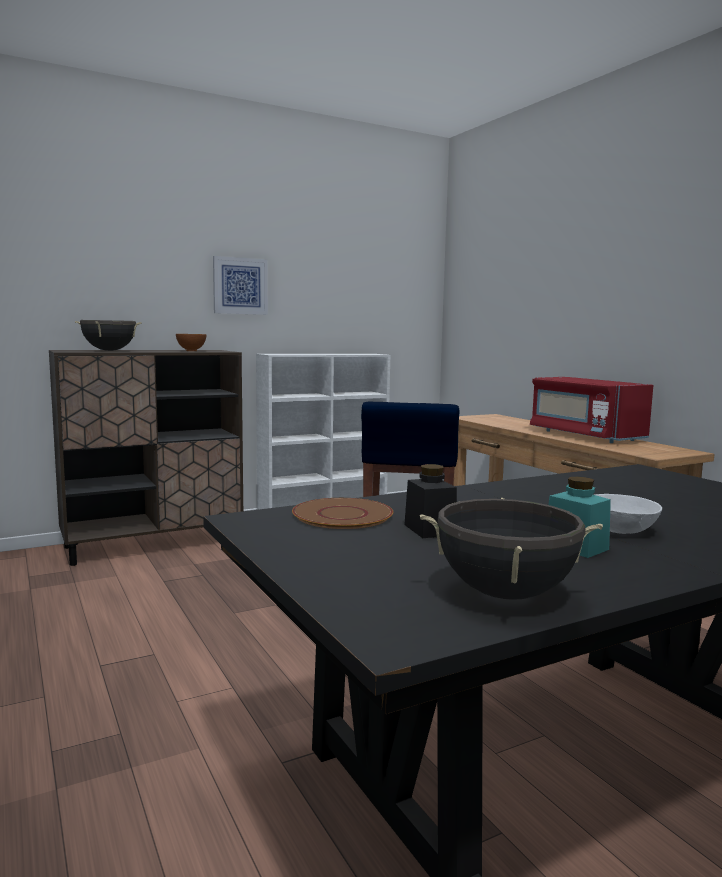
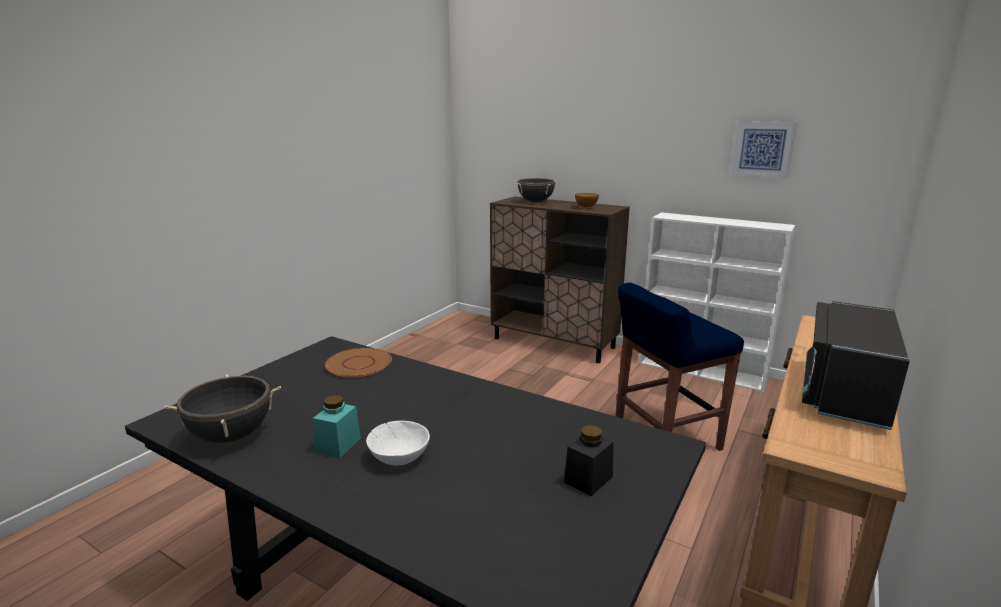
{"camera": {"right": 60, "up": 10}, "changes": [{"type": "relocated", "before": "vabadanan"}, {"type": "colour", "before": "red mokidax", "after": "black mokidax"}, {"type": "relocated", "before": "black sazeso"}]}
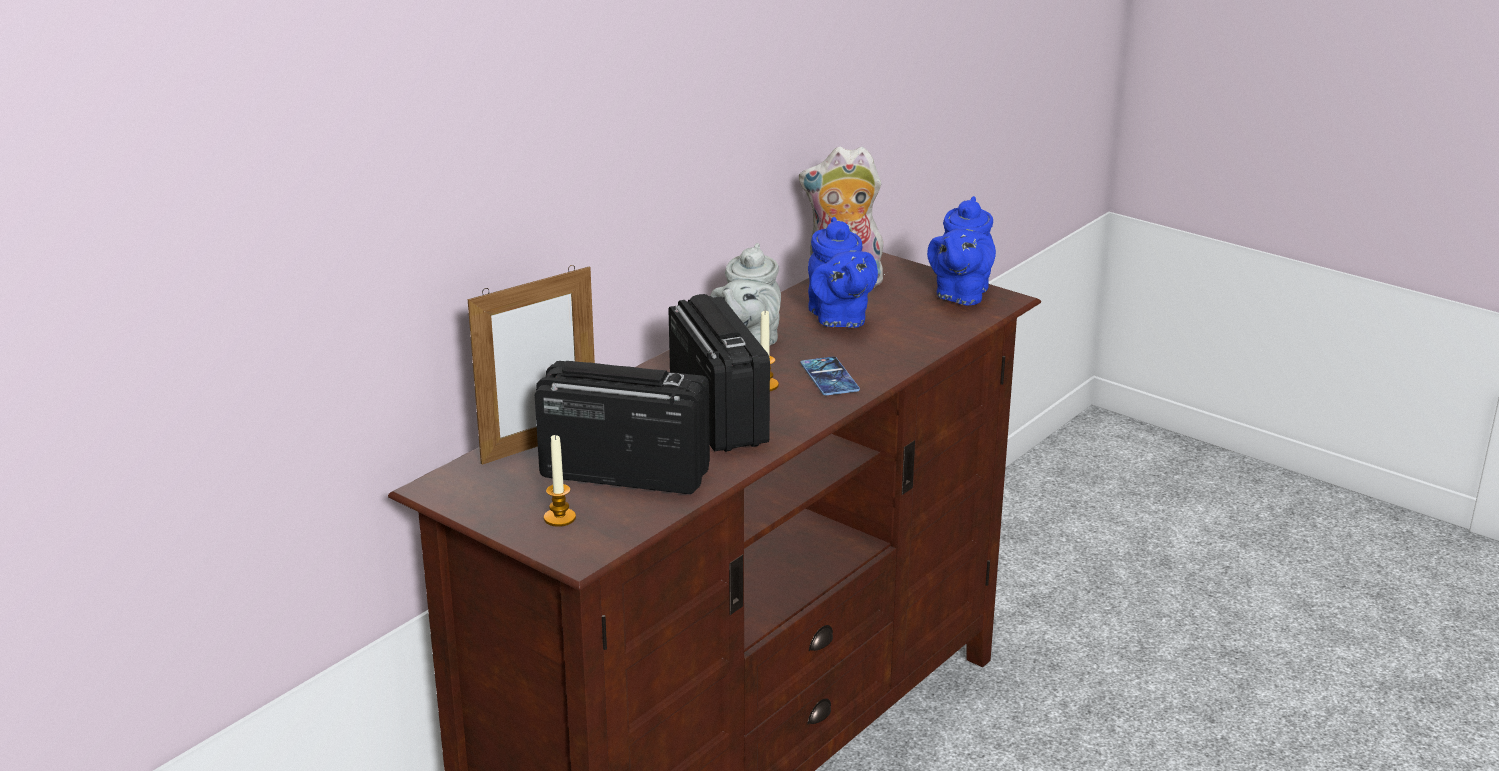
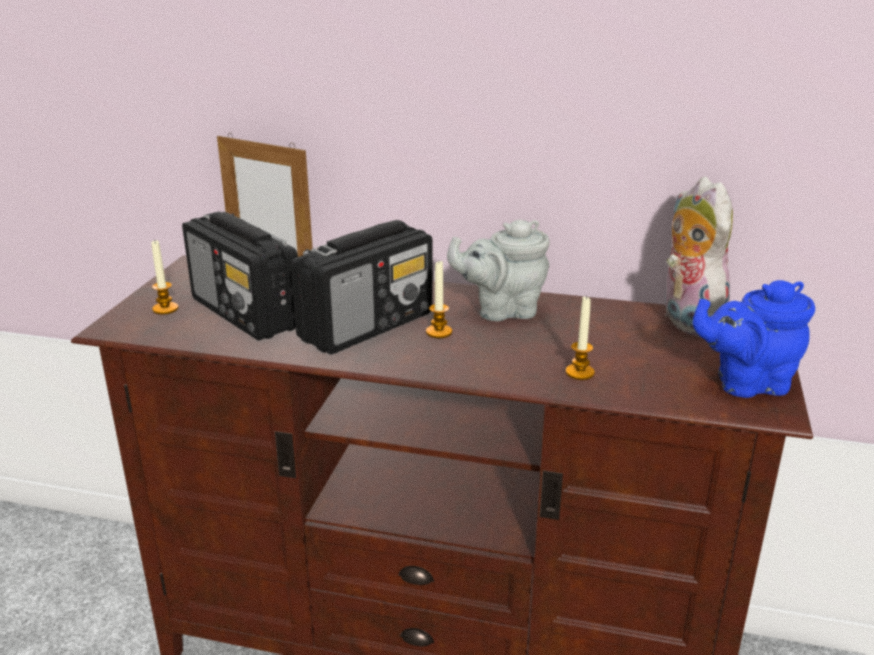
{"camera": {"right": 65, "up": 0}, "changes": [{"type": "missing", "before": "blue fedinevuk (no. 1 from left)"}, {"type": "missing", "before": "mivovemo"}, {"type": "spun", "before": "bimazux (no. 1 from left)", "turn": 150}, {"type": "appeared", "after": "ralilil (no. 3 from left)"}]}
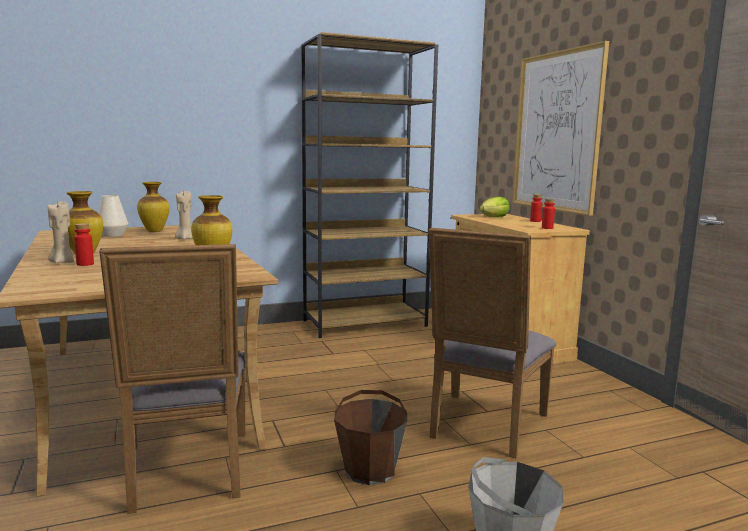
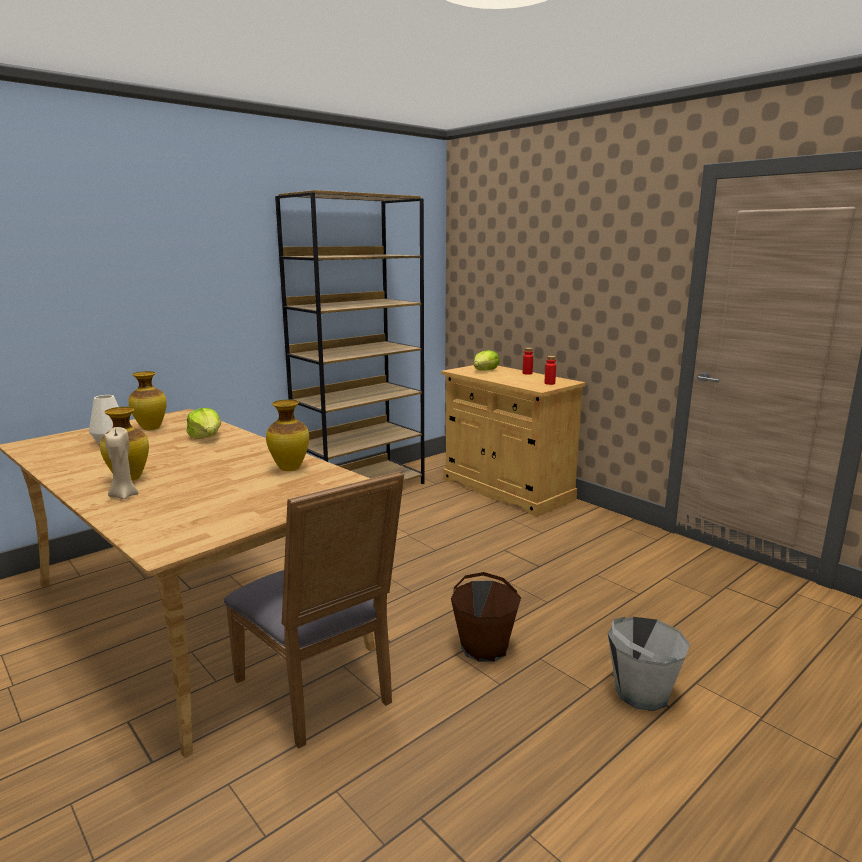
{"camera": {"right": -20, "up": 5}, "changes": [{"type": "missing", "before": "vabadanan"}, {"type": "exchanged", "before": "beige ralilil (no. 2 from left)", "after": "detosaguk (no. 1 from left)"}, {"type": "missing", "before": "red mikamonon (no. 1 from left)"}, {"type": "missing", "before": "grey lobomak (no. 2 from left)"}]}
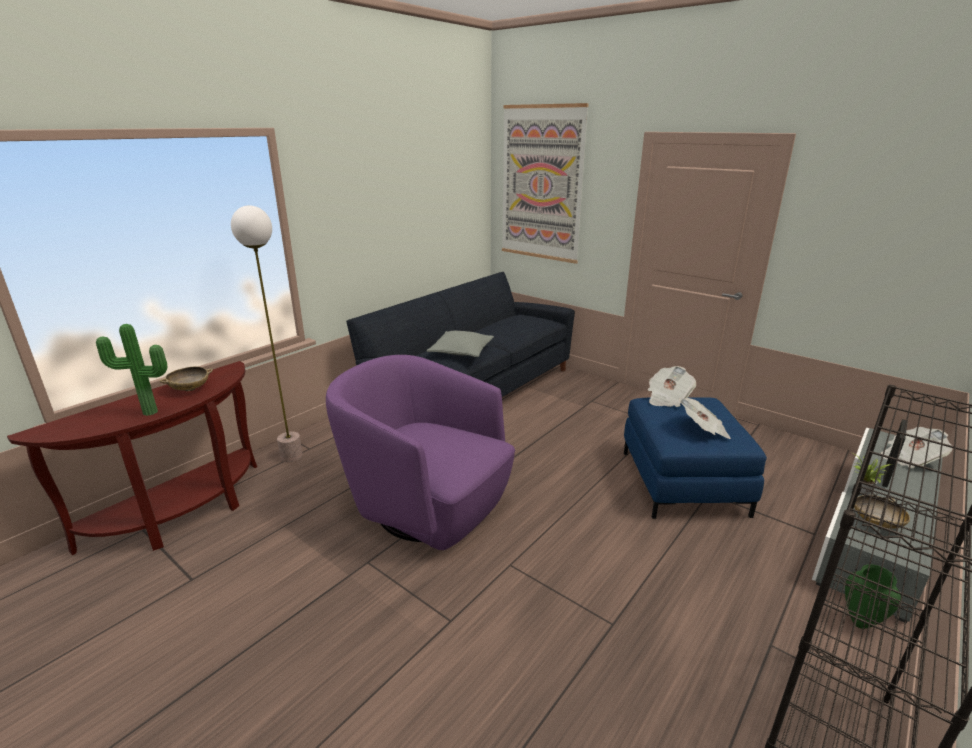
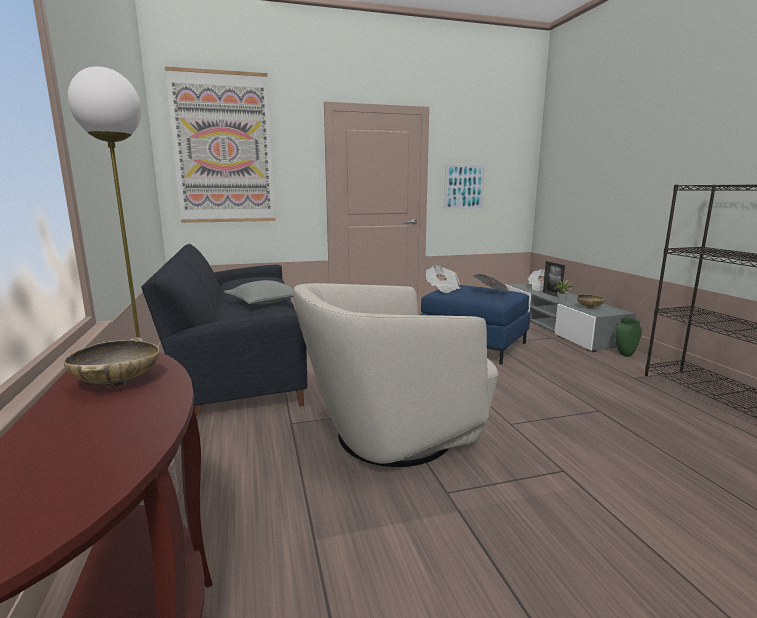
{"camera": {"right": -55, "up": -10}, "changes": [{"type": "missing", "before": "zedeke (no. 1 from left)"}, {"type": "colour", "before": "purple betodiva", "after": "beige betodiva"}, {"type": "appeared", "after": "vabadanan (no. 2 from left)"}]}
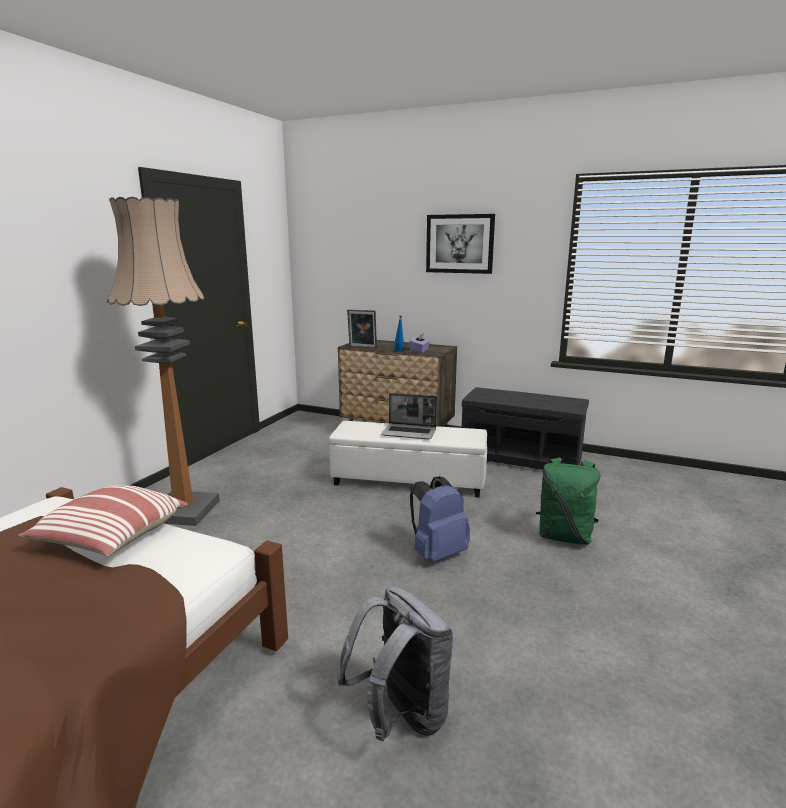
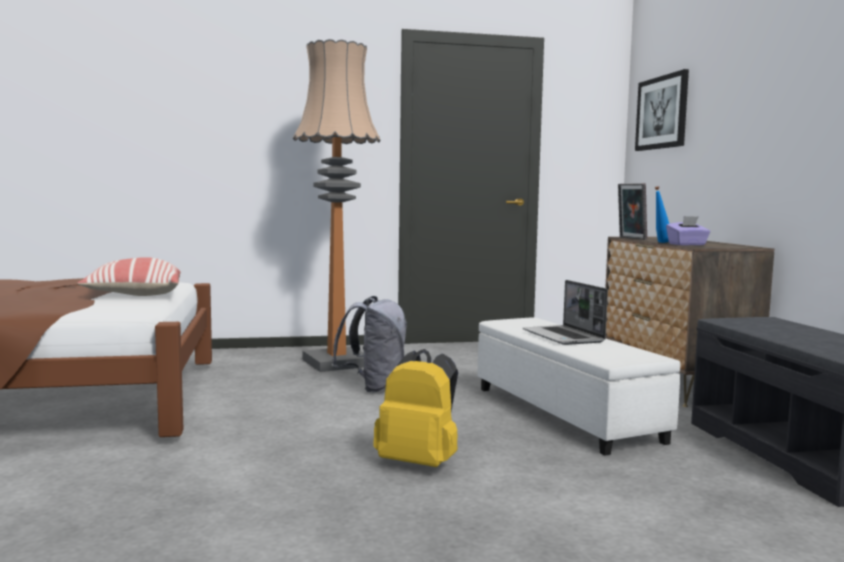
{"camera": {"right": 55, "up": -10}, "changes": [{"type": "relocated", "before": "vabadanan"}, {"type": "missing", "before": "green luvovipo"}, {"type": "colour", "before": "blue luvovipo", "after": "yellow luvovipo"}, {"type": "relocated", "before": "grey luvovipo"}]}
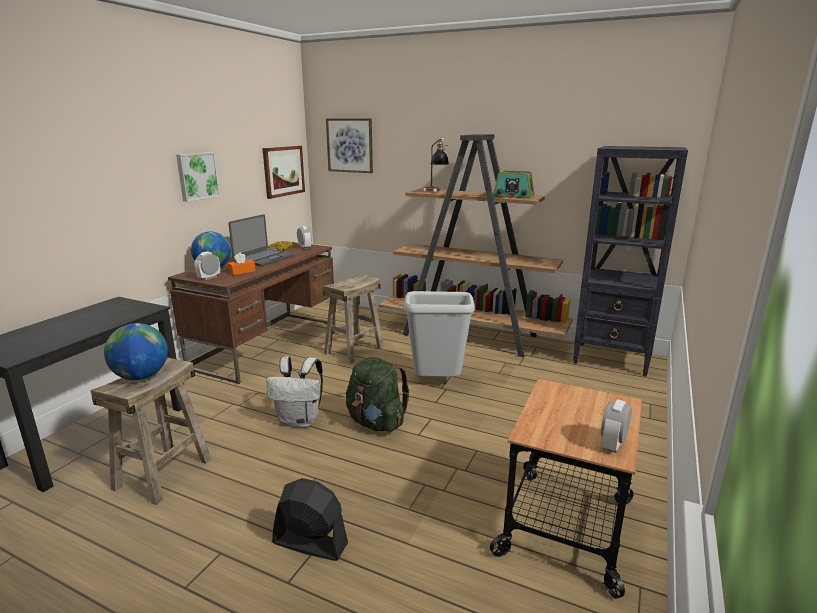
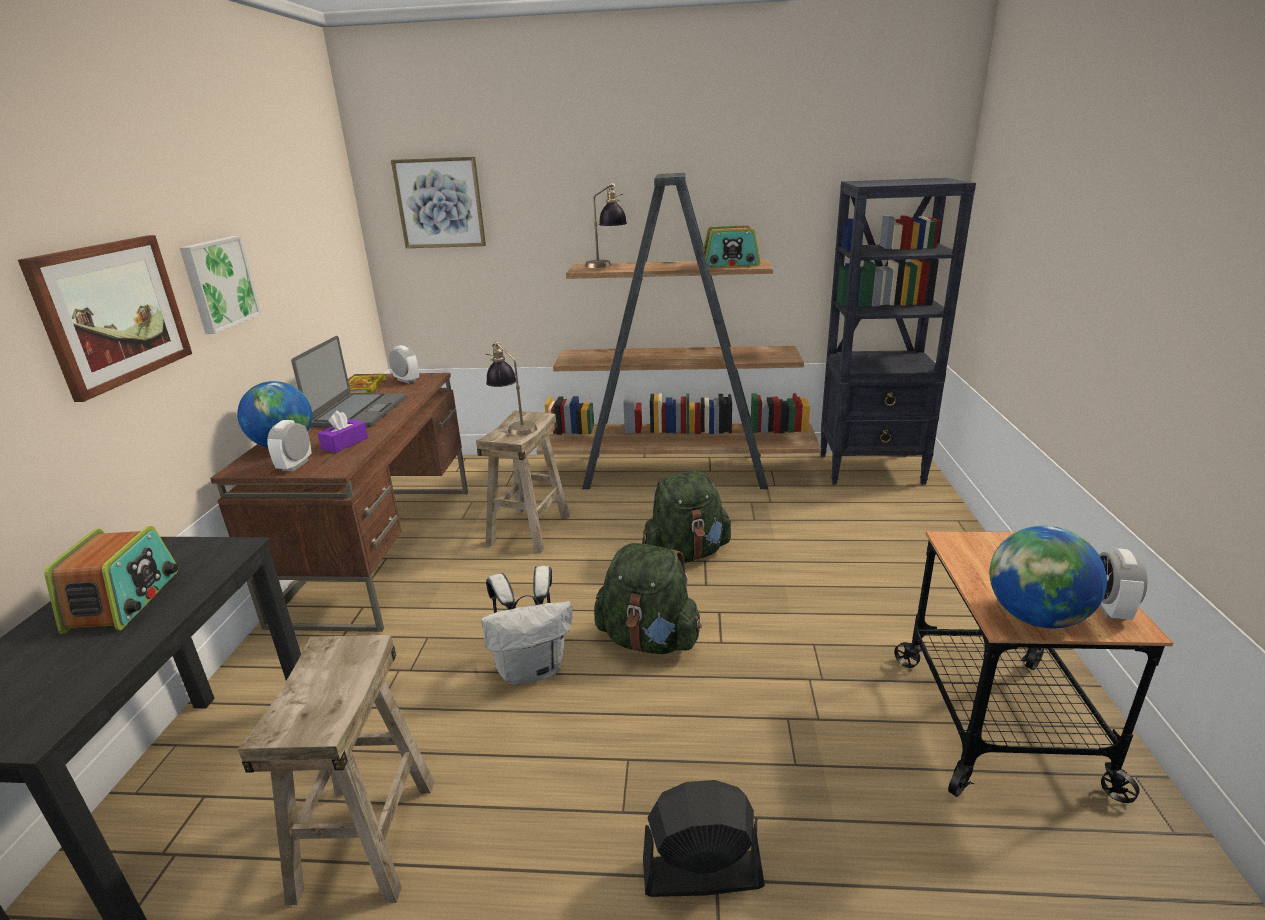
{"camera": {"right": -20, "up": 5}, "changes": [{"type": "relocated", "before": "vabadanan (no. 2 from left in the first image)", "after": "vabadanan (no. 1 from left)"}, {"type": "colour", "before": "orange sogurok", "after": "purple sogurok"}, {"type": "exchanged", "before": "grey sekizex", "after": "green luvovipo (no. 2 from left)"}, {"type": "relocated", "before": "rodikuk (no. 1 from left in the first image)", "after": "rodikuk (no. 2 from left)"}, {"type": "appeared", "after": "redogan (no. 1 from left)"}, {"type": "appeared", "after": "bimazux (no. 1 from left)"}]}
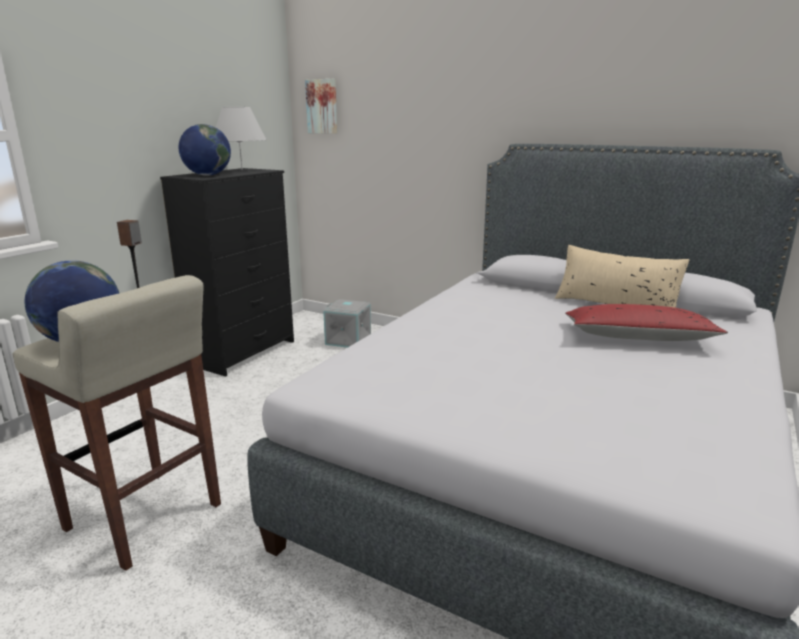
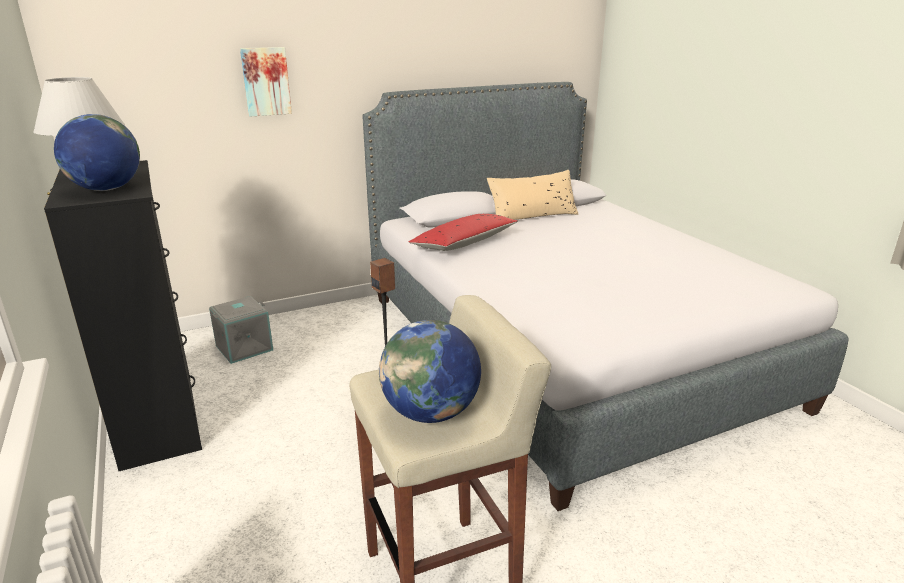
{"camera": {"right": -55, "up": 5}, "changes": [{"type": "relocated", "before": "vabadanan"}, {"type": "relocated", "before": "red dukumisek"}]}
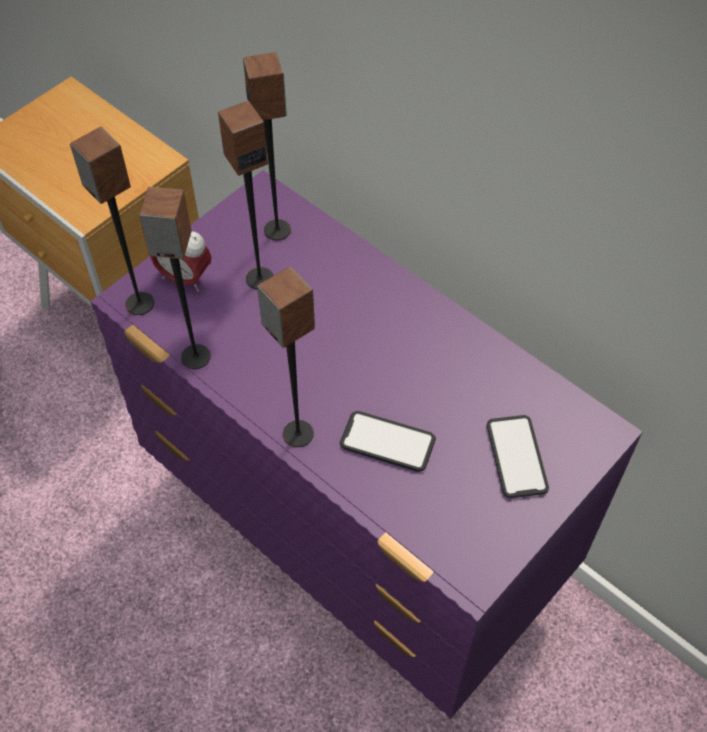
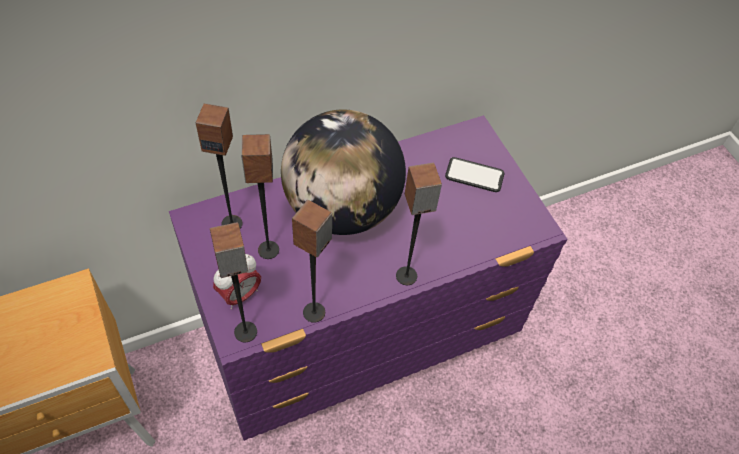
{"camera": {"right": -70, "up": 0}, "changes": [{"type": "missing", "before": "mivovemo (no. 1 from left)"}, {"type": "appeared", "after": "rodikuk"}]}
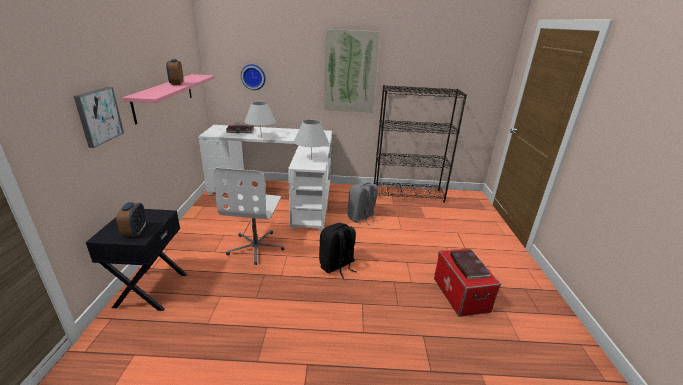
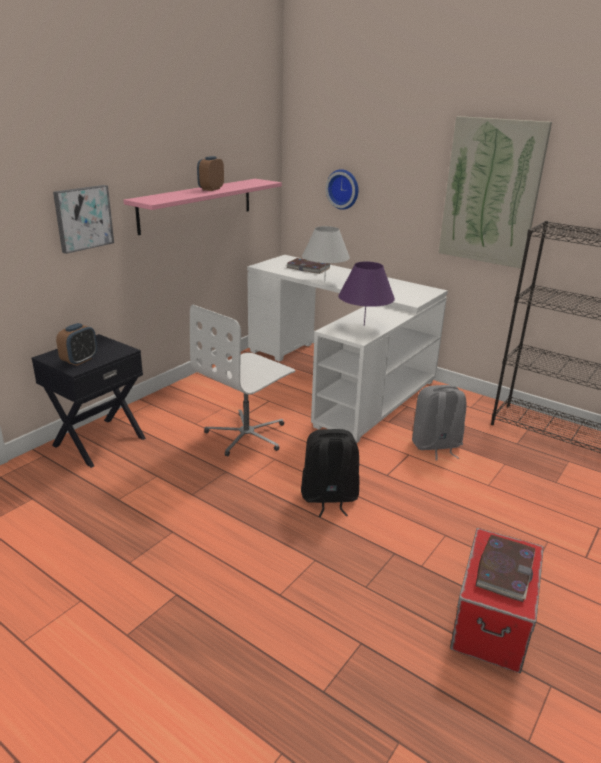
{"camera": {"right": 35, "up": 0}, "changes": [{"type": "colour", "before": "white redogan (no. 2 from left)", "after": "purple redogan"}]}
